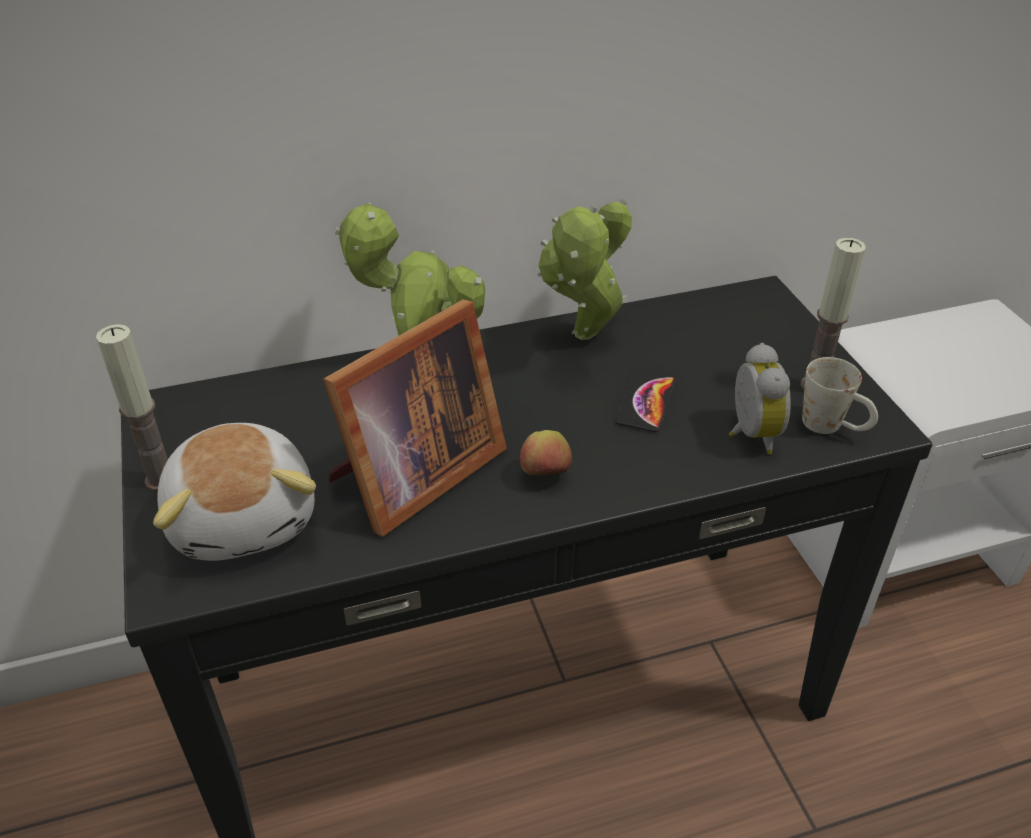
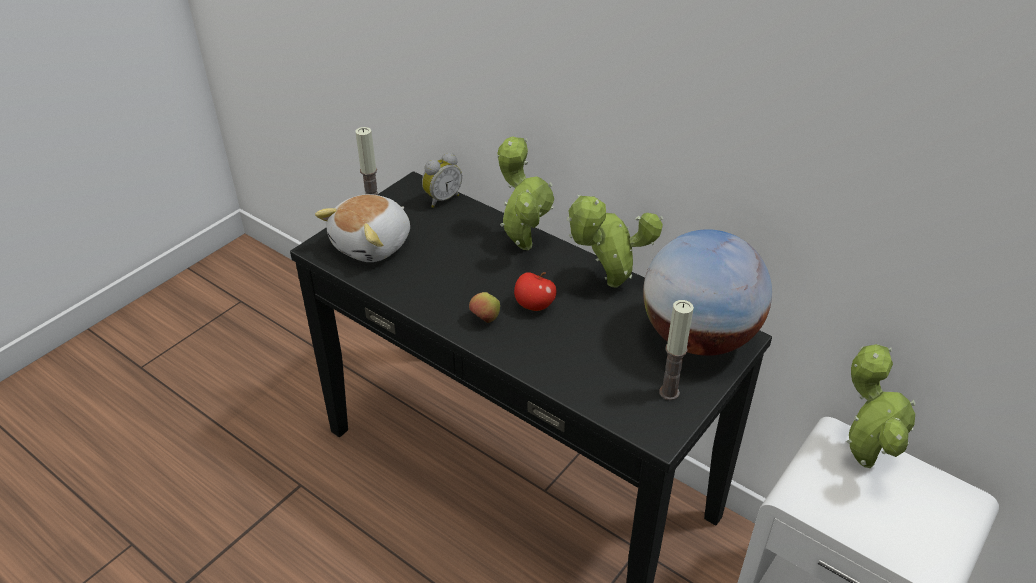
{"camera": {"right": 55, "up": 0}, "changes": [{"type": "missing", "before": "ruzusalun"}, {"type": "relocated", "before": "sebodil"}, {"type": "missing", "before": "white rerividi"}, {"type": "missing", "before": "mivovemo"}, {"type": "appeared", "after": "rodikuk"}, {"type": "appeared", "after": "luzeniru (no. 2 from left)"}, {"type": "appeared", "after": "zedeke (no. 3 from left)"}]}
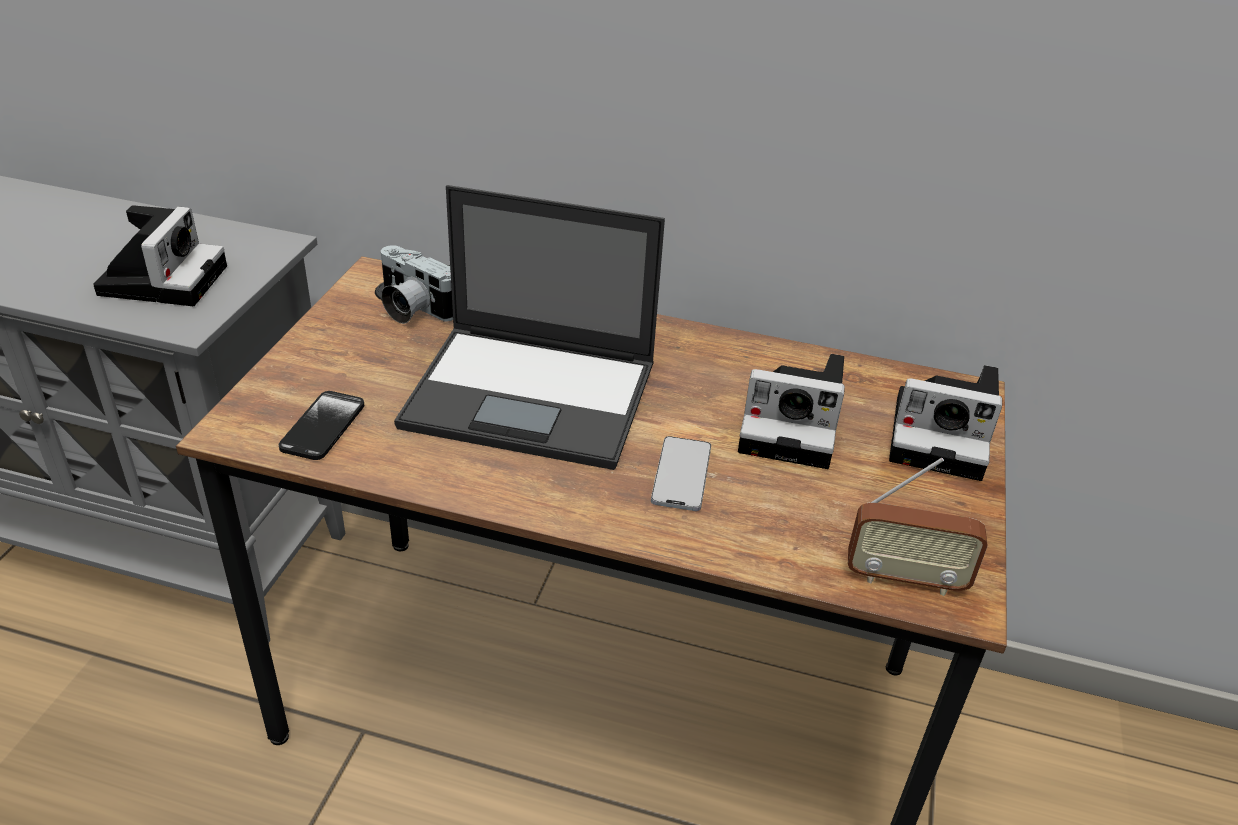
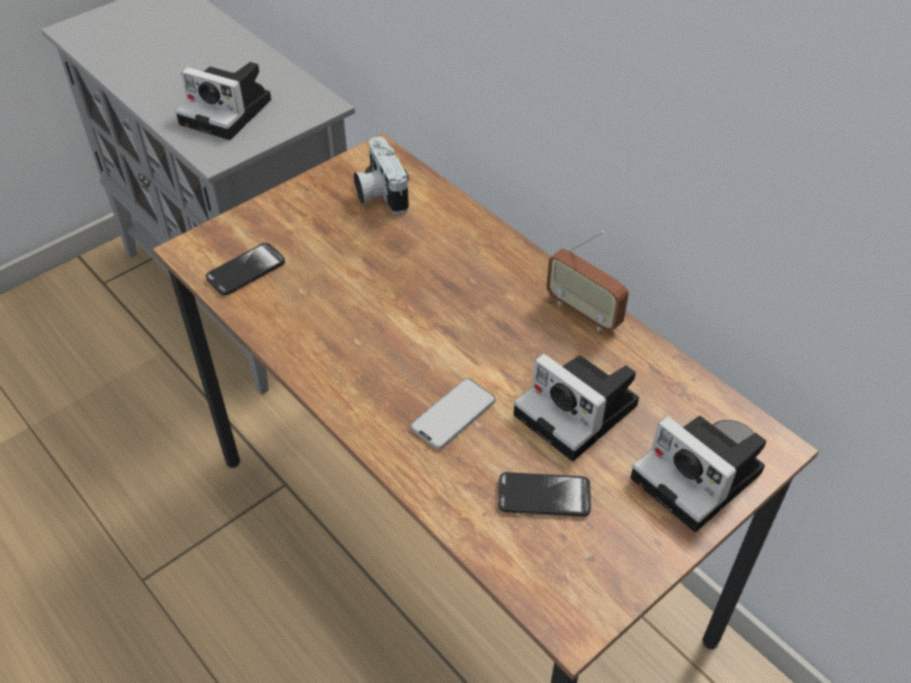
{"camera": {"right": 35, "up": 10}, "changes": [{"type": "missing", "before": "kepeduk"}, {"type": "spun", "before": "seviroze (no. 1 from left)", "turn": 75}, {"type": "relocated", "before": "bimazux"}, {"type": "appeared", "after": "mivovemo (no. 3 from left)"}]}
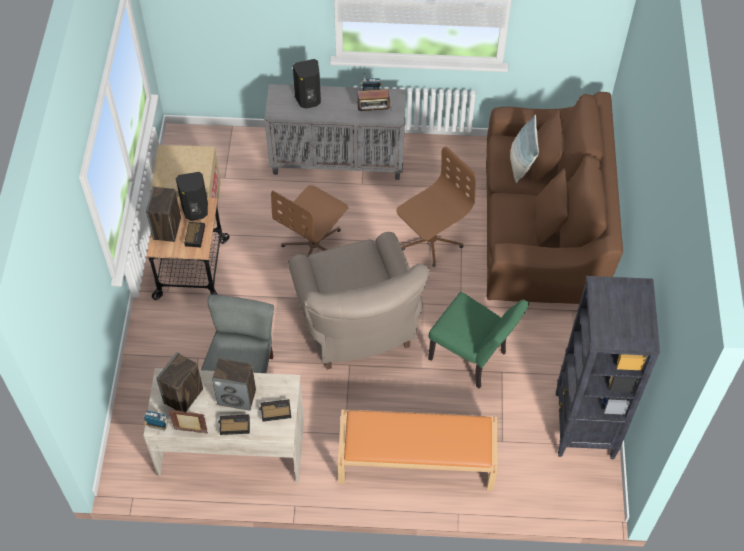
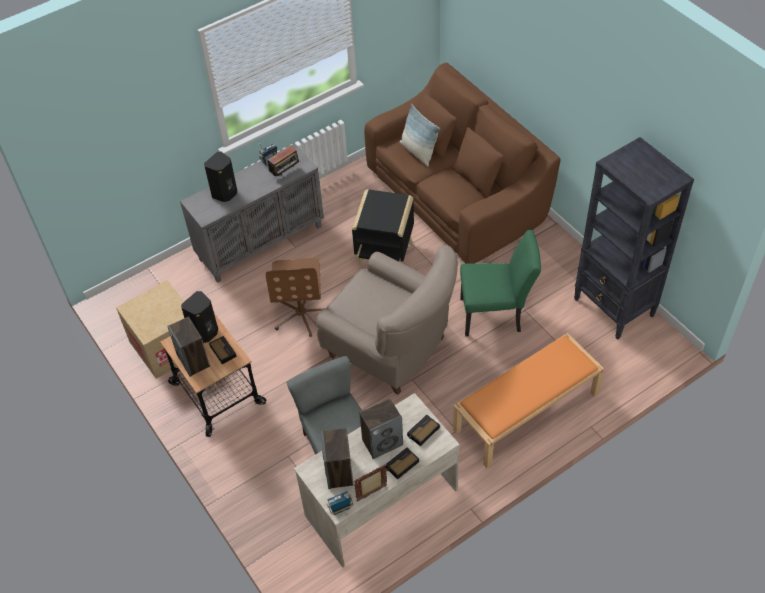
{"camera": {"right": -35, "up": -5}, "changes": [{"type": "exchanged", "before": "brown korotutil (no. 2 from left)", "after": "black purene"}]}
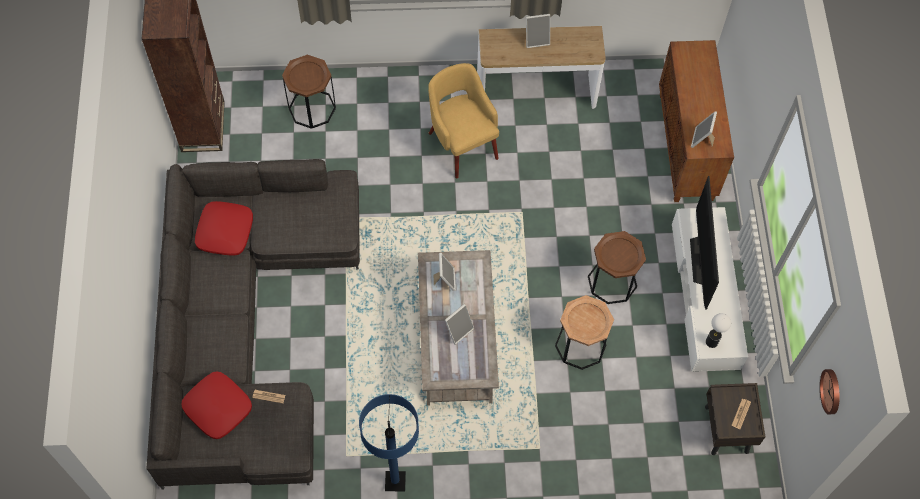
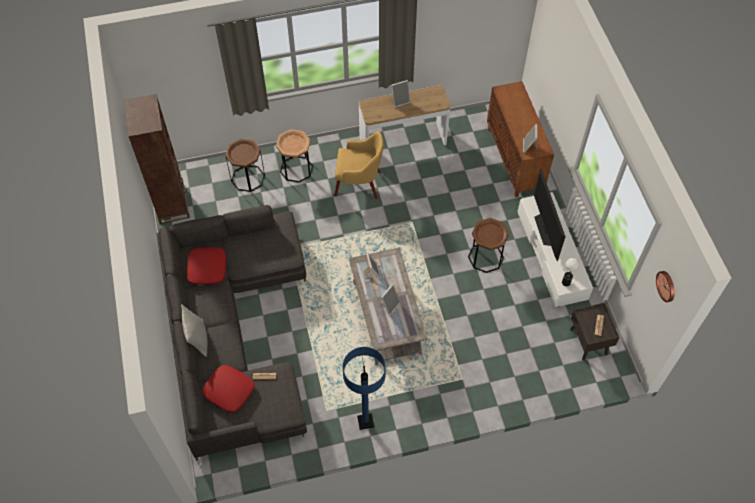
{"camera": {"right": -10, "up": -5}, "changes": [{"type": "spun", "before": "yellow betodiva", "turn": 135}, {"type": "relocated", "before": "brown purene (no. 2 from left)"}, {"type": "appeared", "after": "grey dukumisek"}]}
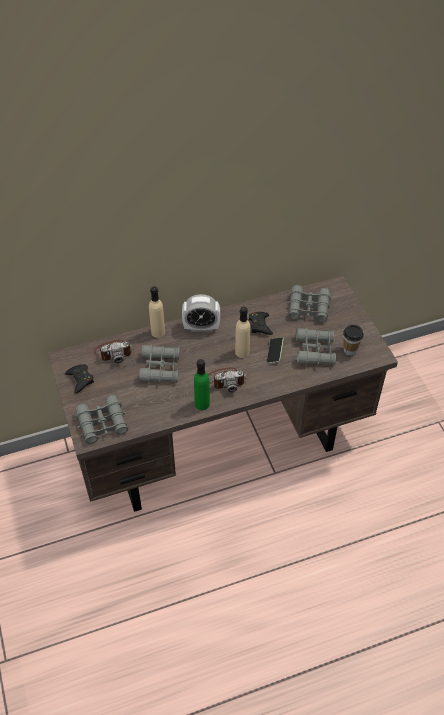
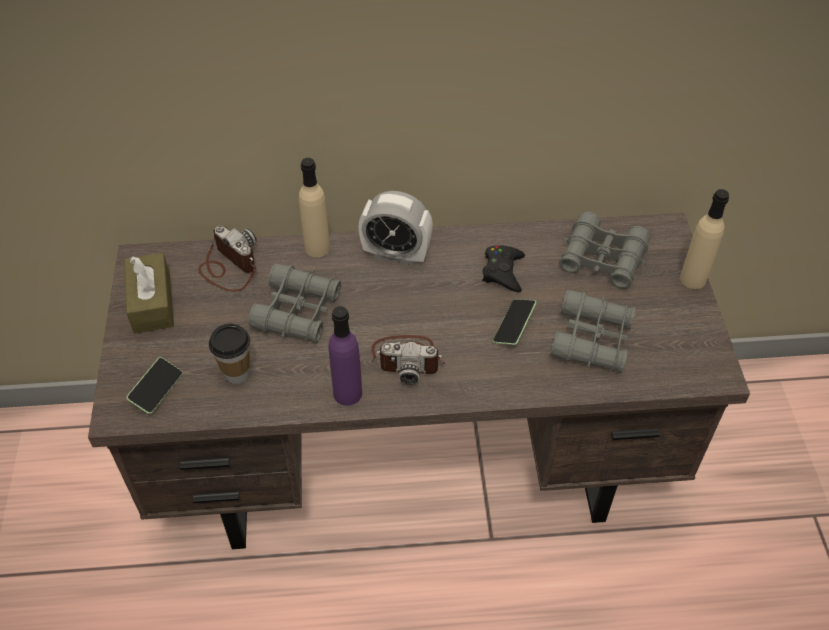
{"camera": {"right": 15, "up": 0}, "changes": [{"type": "relocated", "before": "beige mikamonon (no. 2 from left)"}, {"type": "relocated", "before": "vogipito"}, {"type": "spun", "before": "seviroze (no. 1 from left)", "turn": -135}, {"type": "colour", "before": "green mikamonon", "after": "purple mikamonon"}, {"type": "exchanged", "before": "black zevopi (no. 1 from left)", "after": "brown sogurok"}, {"type": "exchanged", "before": "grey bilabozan (no. 1 from left)", "after": "mivovemo (no. 1 from left)"}]}
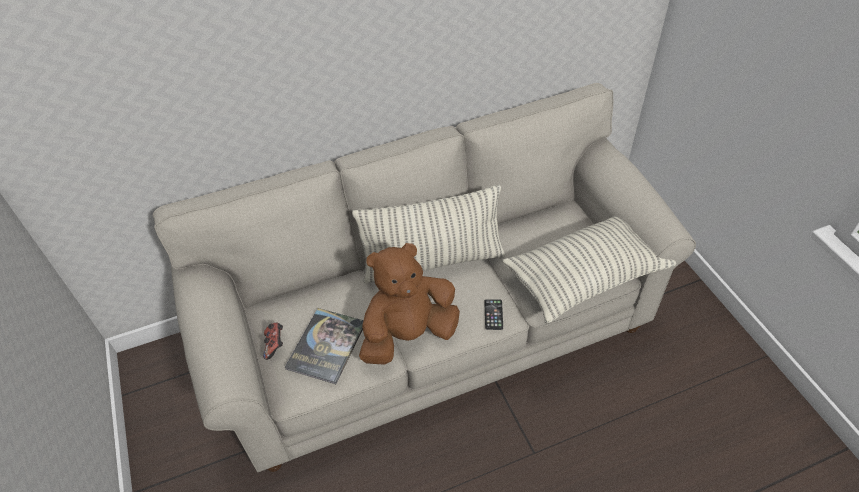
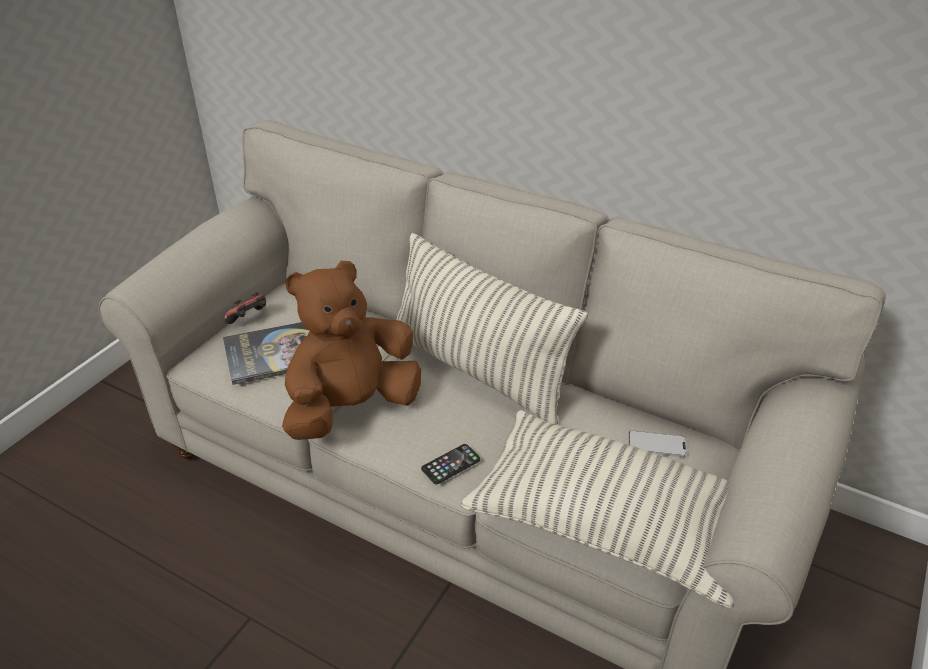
{"camera": {"right": 50, "up": -10}, "changes": [{"type": "spun", "before": "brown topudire", "turn": -60}, {"type": "appeared", "after": "mivovemo (no. 2 from left)"}]}
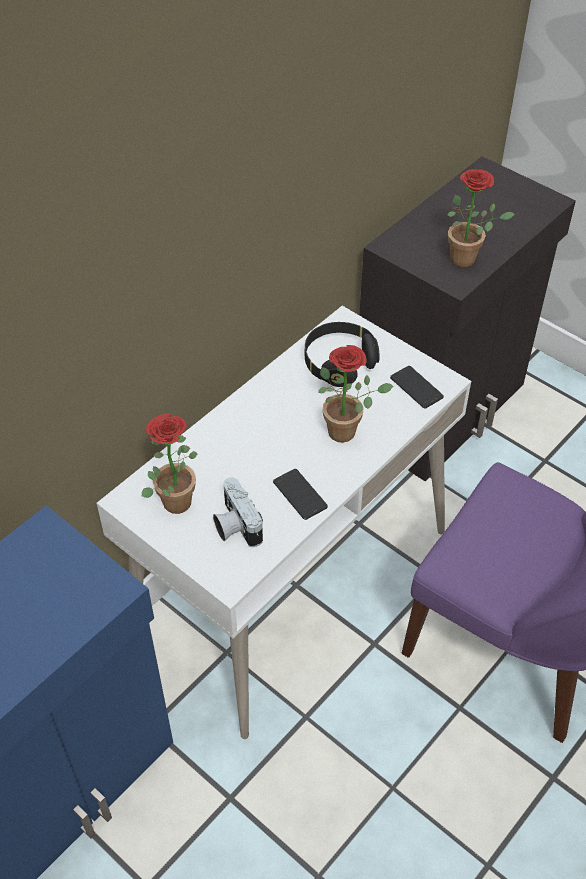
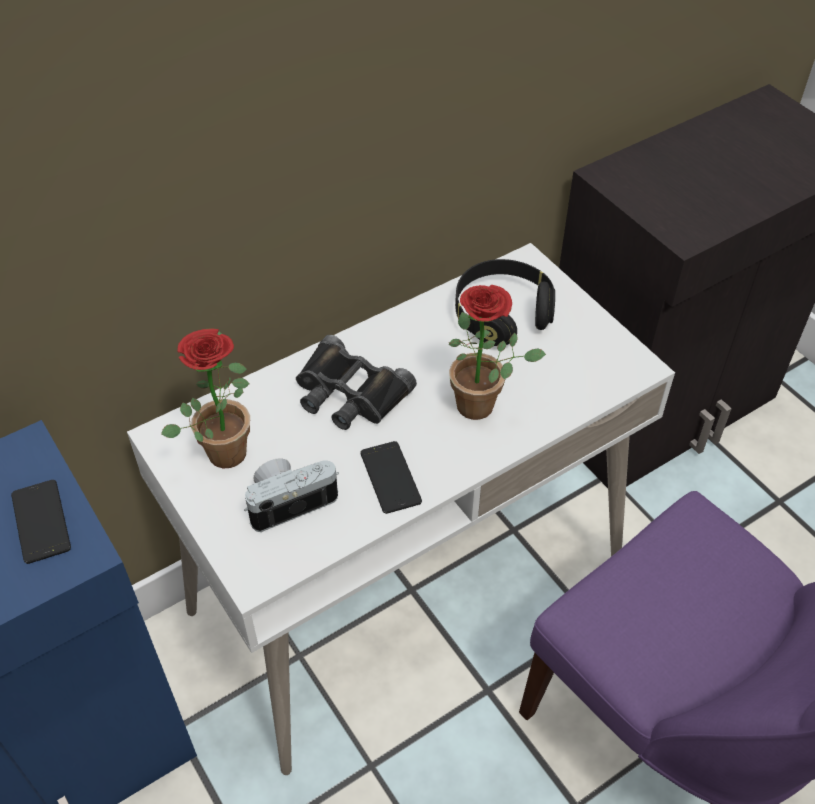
{"camera": {"right": 15, "up": 0}, "changes": [{"type": "missing", "before": "zedeke (no. 3 from left)"}, {"type": "relocated", "before": "mivovemo (no. 2 from left in the first image)", "after": "mivovemo (no. 1 from left)"}, {"type": "spun", "before": "seviroze", "turn": 75}, {"type": "appeared", "after": "black bilabozan"}]}
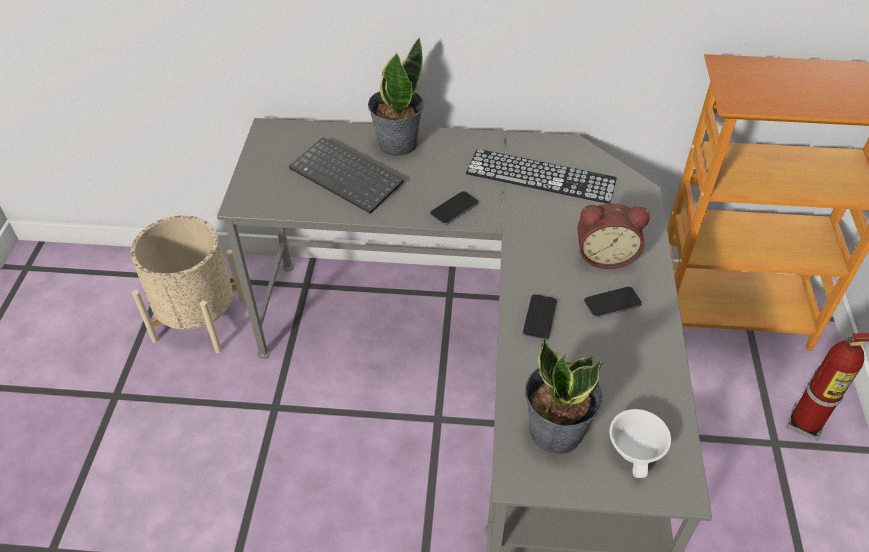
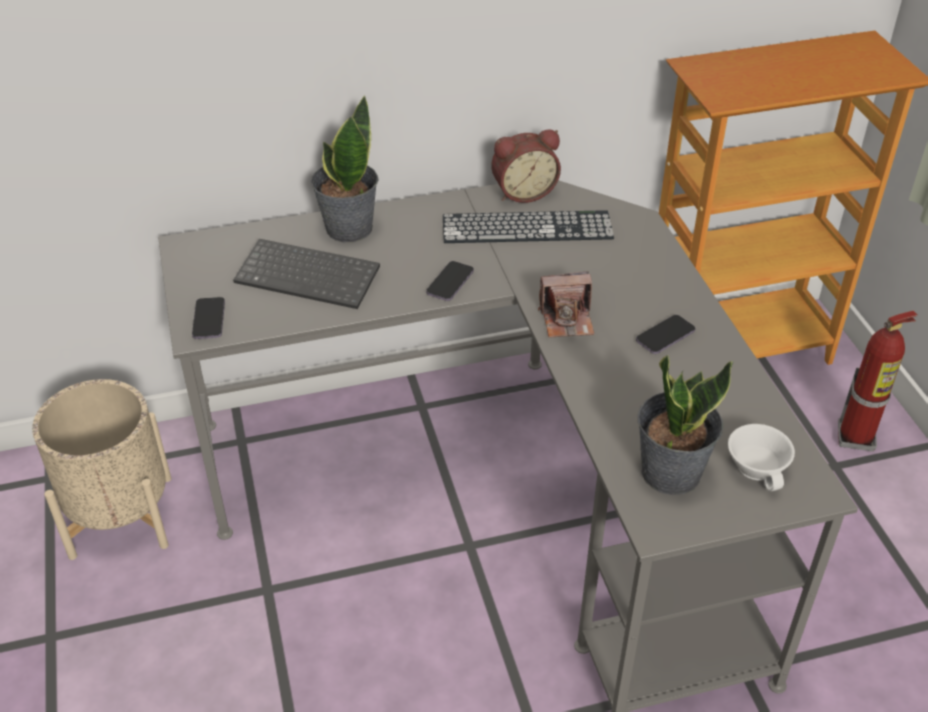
{"camera": {"right": -20, "up": -5}, "changes": [{"type": "relocated", "before": "sebodil"}, {"type": "relocated", "before": "mivovemo (no. 2 from left in the first image)", "after": "mivovemo (no. 1 from left)"}, {"type": "appeared", "after": "seviroze"}]}
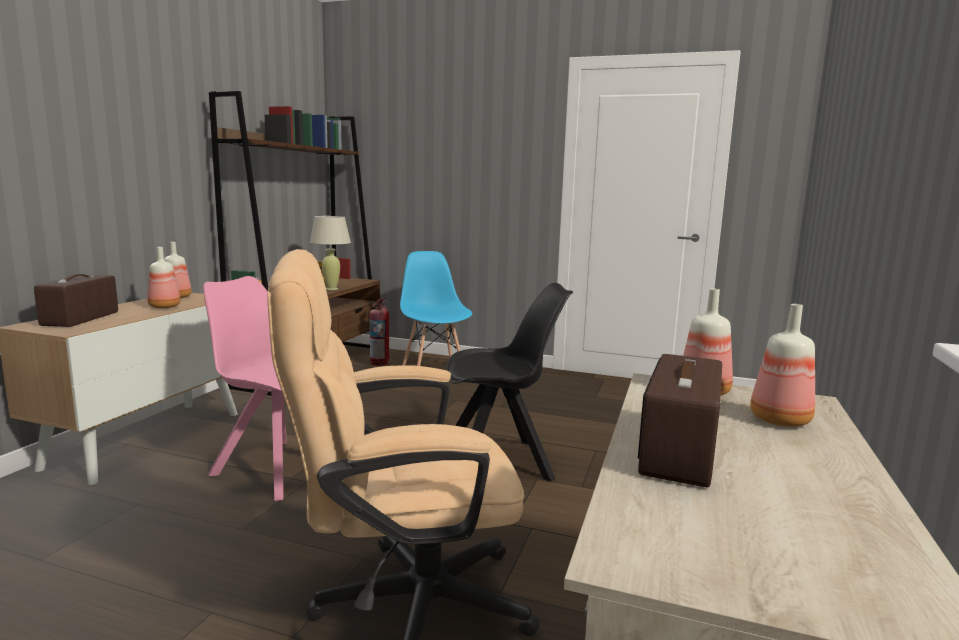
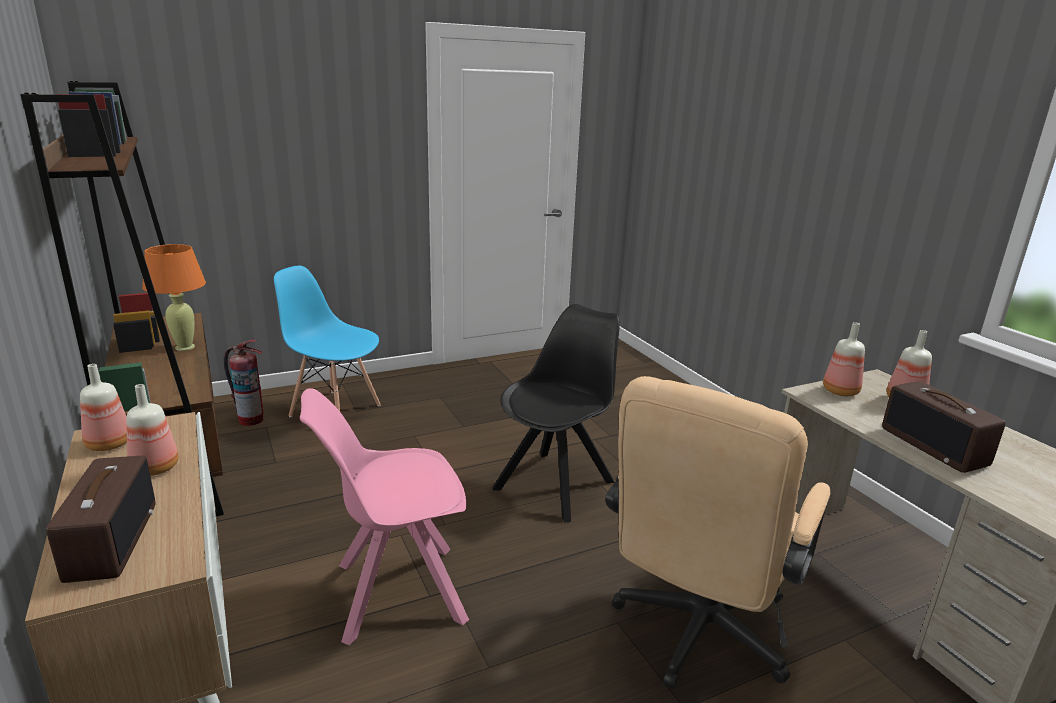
{"camera": {"right": -45, "up": 10}, "changes": [{"type": "colour", "before": "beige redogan", "after": "orange redogan"}, {"type": "spun", "before": "bimazux (no. 1 from left)", "turn": -150}]}
